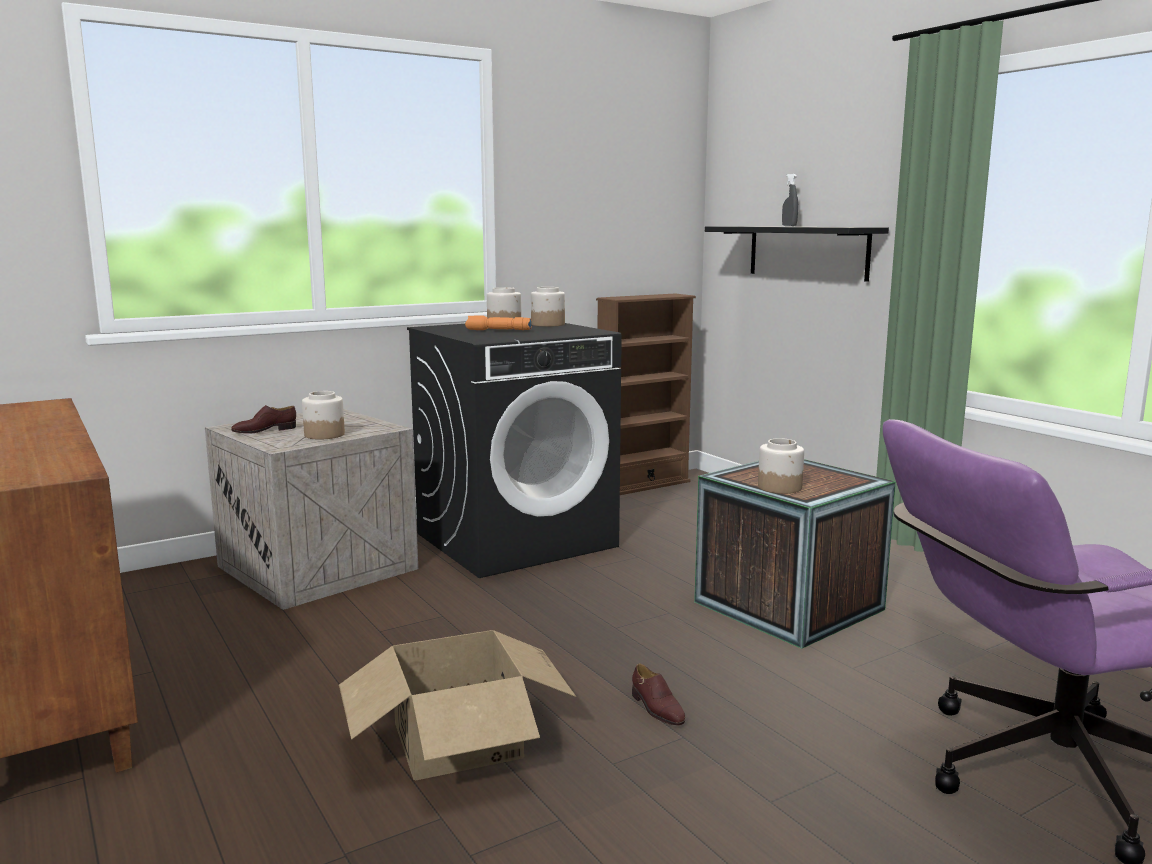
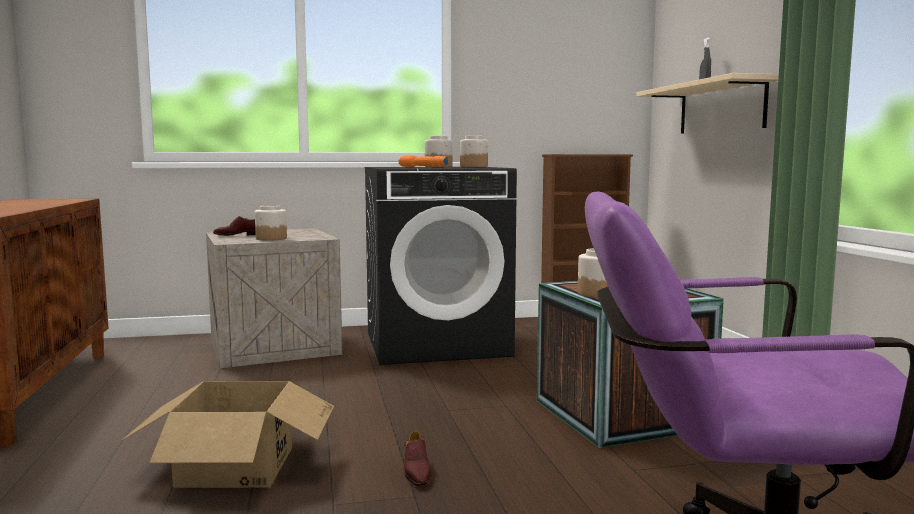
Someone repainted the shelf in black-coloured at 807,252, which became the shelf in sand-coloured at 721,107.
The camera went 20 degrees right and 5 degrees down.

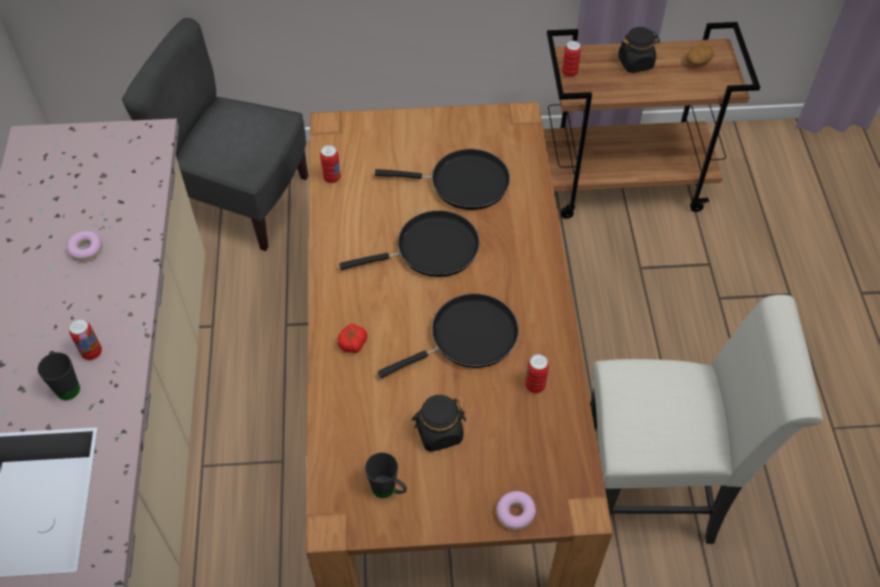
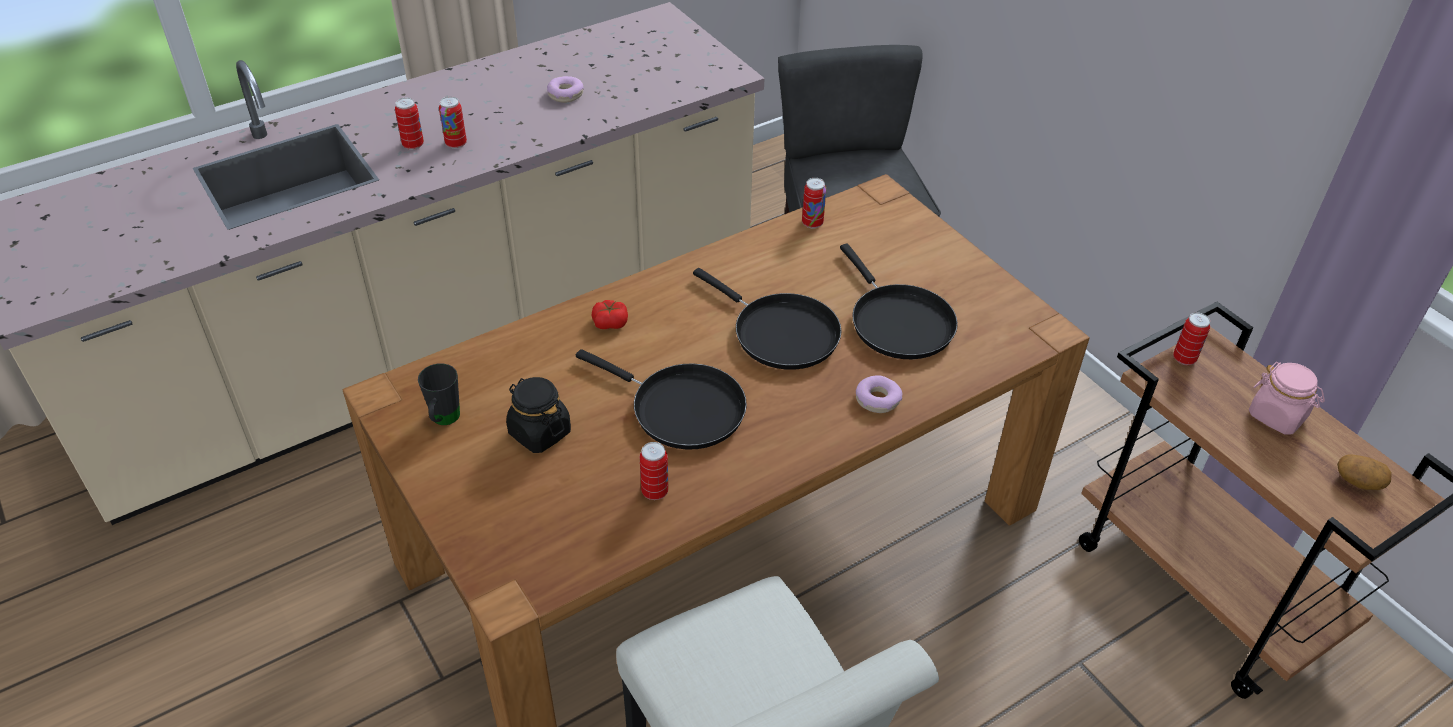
Someone repainted the preserve jar in black-coloured at 635,63, which became the preserve jar in pink-coloured at 1277,416.
Someone swapped the mug in black-coloured at 66,385 for the metal can at 413,145.
Someone carried the ring doughnut from 515,513 to 877,400.
The camera went 60 degrees right and 10 degrees down.

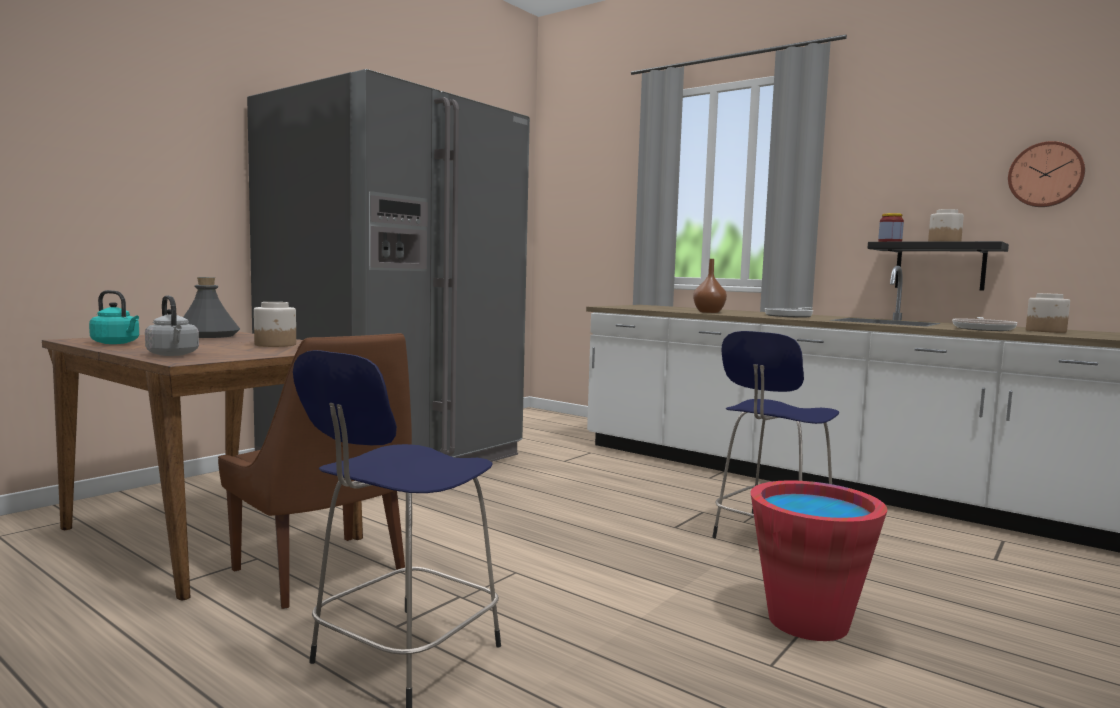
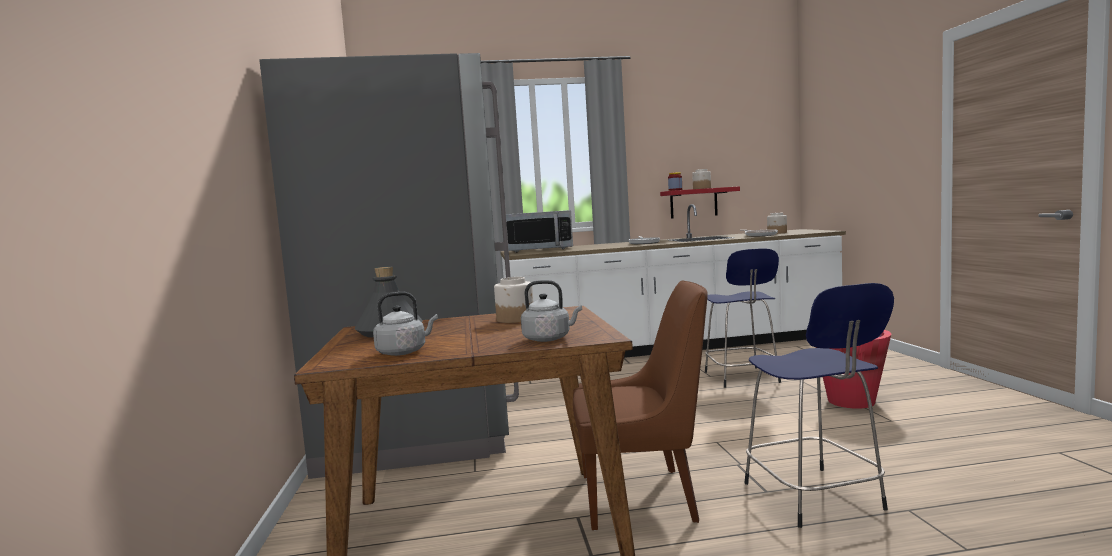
Someone took away the wall clock at 1045,175.
Someone repainted the shelf in black-coloured at 940,266, which became the shelf in red-coloured at 693,203.
Someone took away the decorative vase in brown at 709,312.
Someone repainted the kettle in turquoise at 117,343, which became the kettle in gray at 404,352.
Someone put down the microwave oven at 539,250.
The camera went 45 degrees left and 0 degrees up.

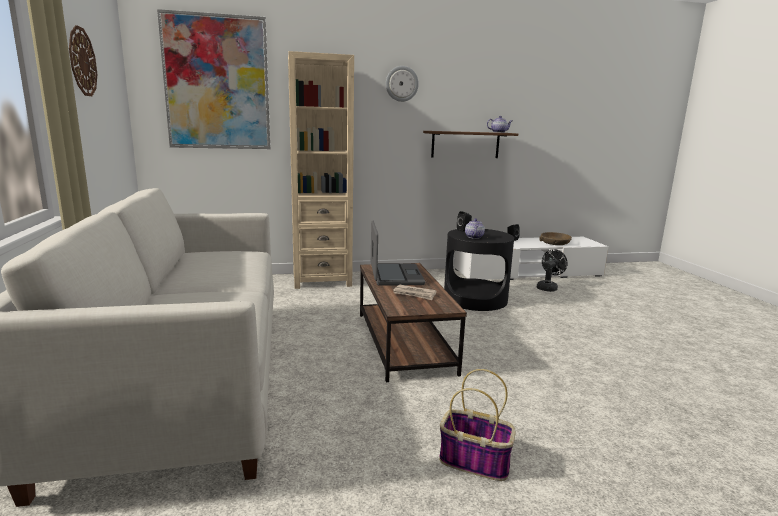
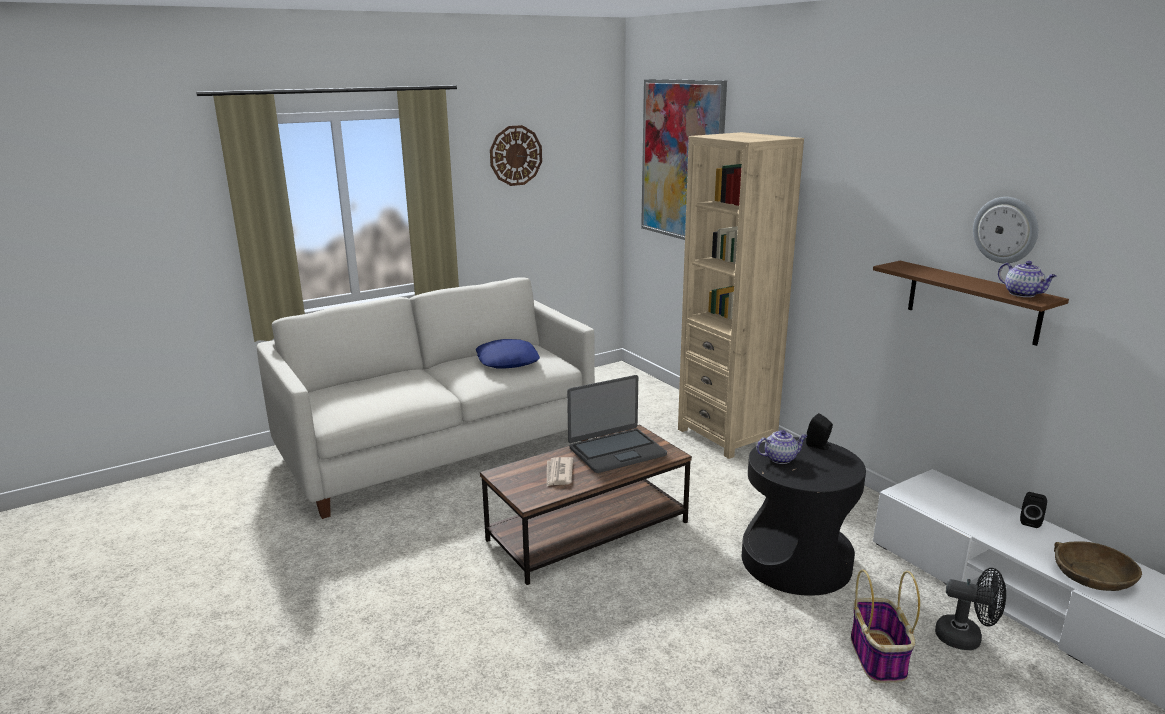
Someone carried the wall clock from 401,84 to 1006,230.
Someone carried the basket from 475,461 to 878,657.
Someone put down the throw pillow in blue at 508,361.
The camera went 70 degrees right and 5 degrees up.

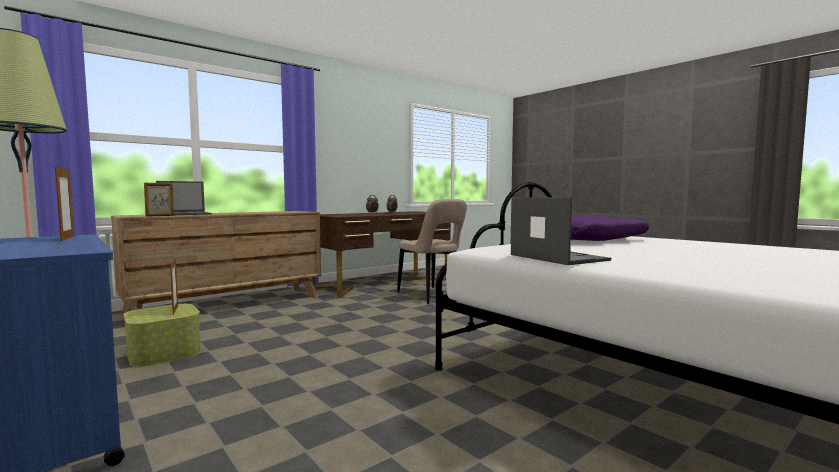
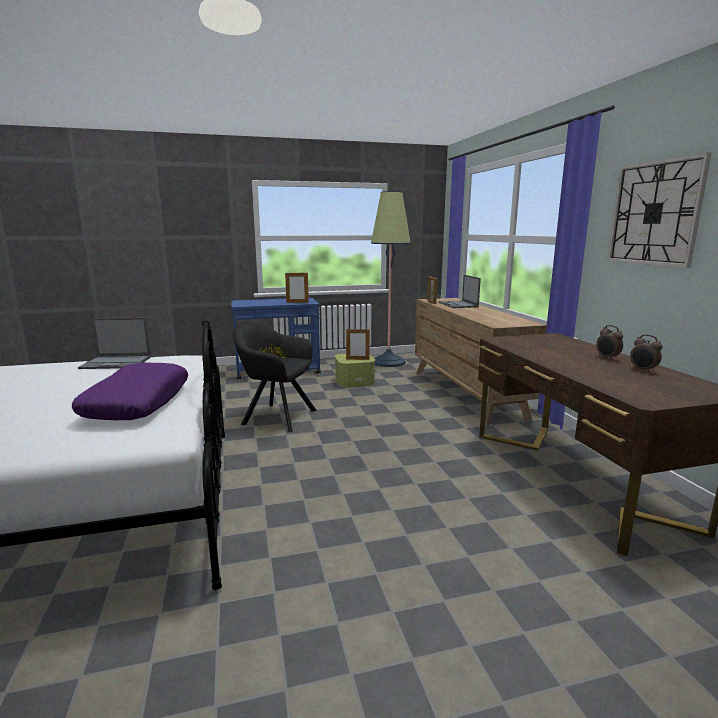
Someone took away the plain chair in sand-coloured at 432,296.
Someone put up the wall clock at 654,213.
Someone put down the easy chair in black-coloured at 275,416.
The camera went 115 degrees right and 10 degrees up.

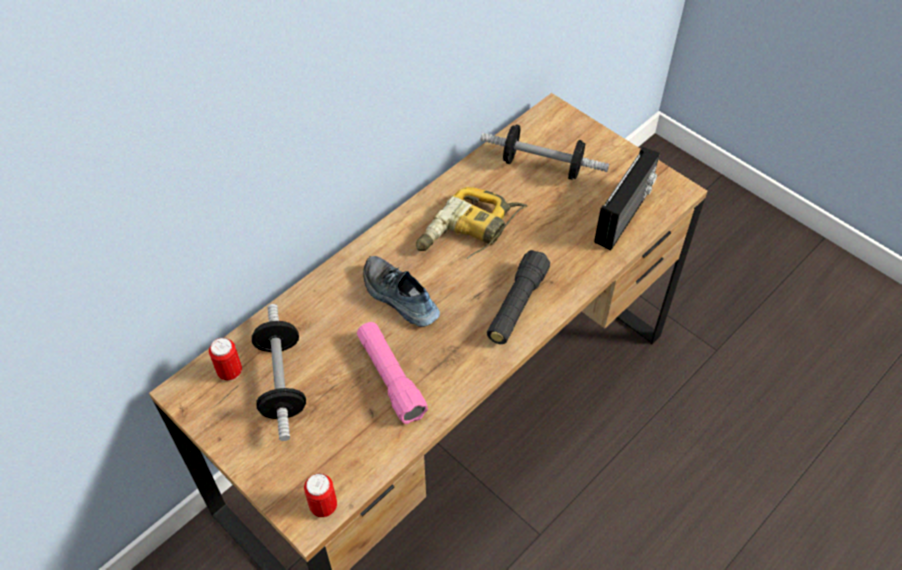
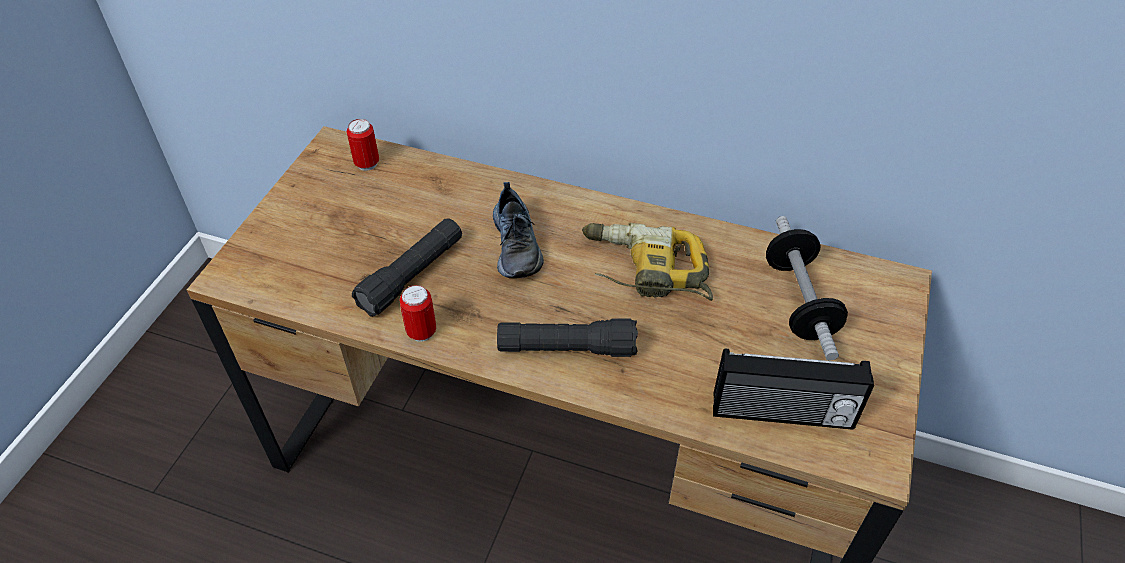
Someone rotated the low shoe at 399,298 by 150 degrees clockwise.
Someone took away the free weight at 281,381.
Someone repainted the torch in pink-coloured at 390,378, which became the torch in black-coloured at 412,276.
Someone carried the metal can from 323,506 to 421,332.
The camera went 65 degrees right and 5 degrees down.

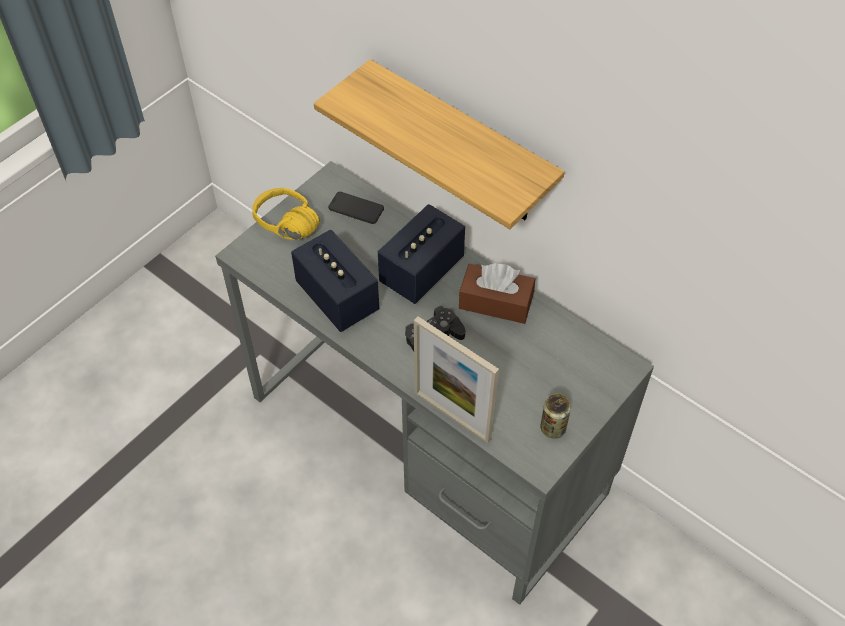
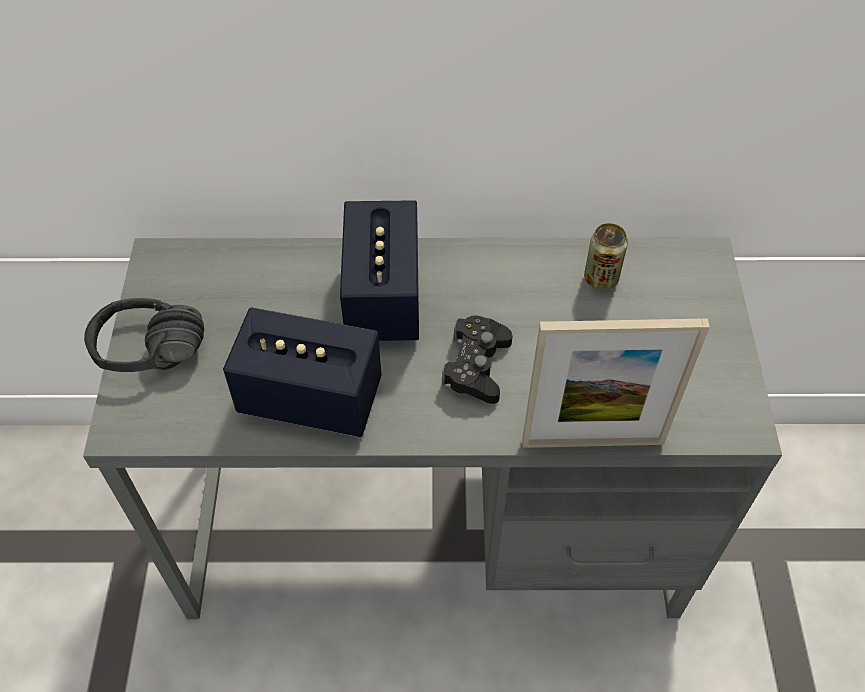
Someone took away the shelf at 461,146.
Someone repainted the headphones in yellow at 280,230, which became the headphones in black-coloured at 148,363.
Someone took away the handset at 356,208.
Someone took away the tissue holder in brown at 495,302.
Someone carried the metal can from 553,428 to 601,278.
The camera went 40 degrees left and 0 degrees up.

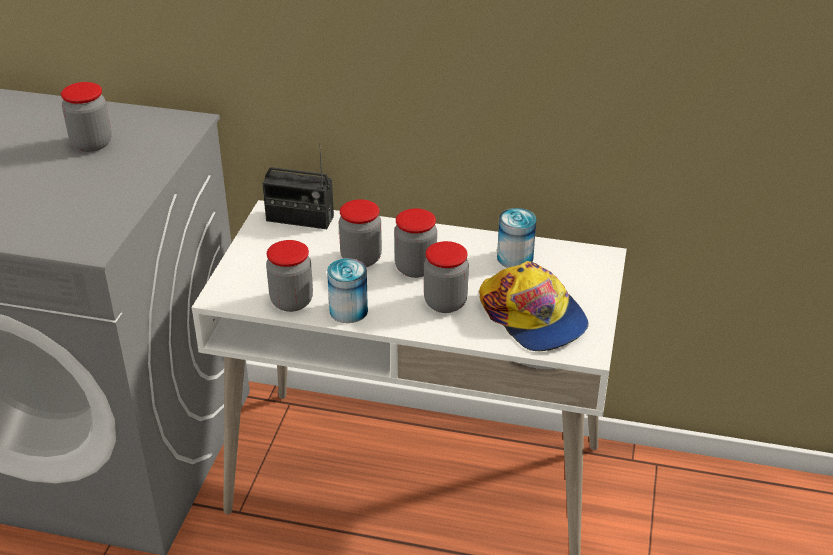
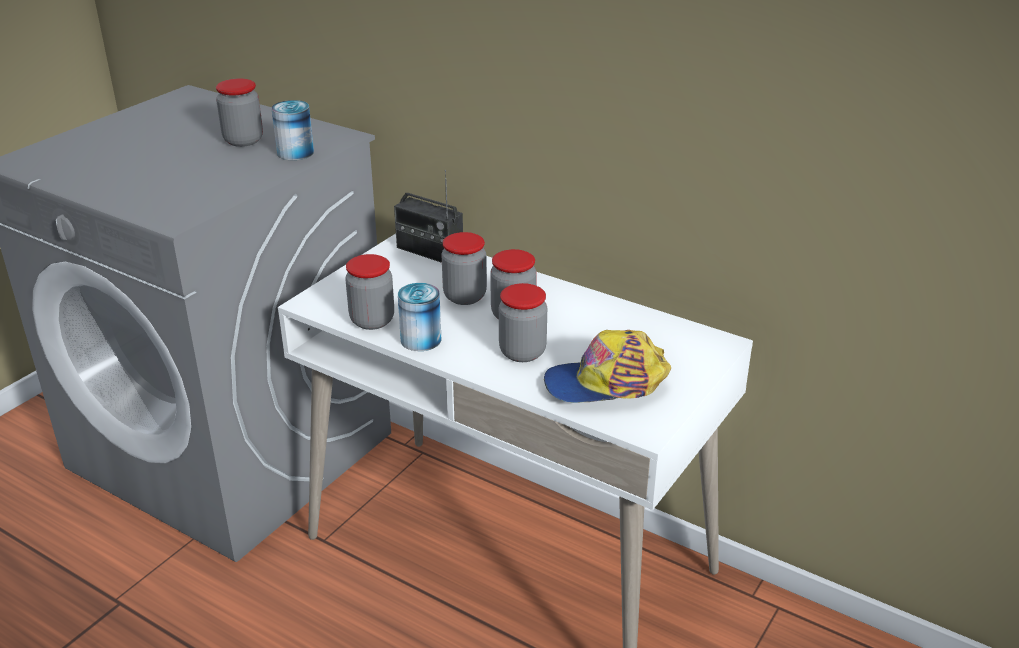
Someone carried the metal can from 515,258 to 295,152.
Someone rotated the peaked cap at 533,316 by 90 degrees clockwise.
The camera went 20 degrees right and 5 degrees down.

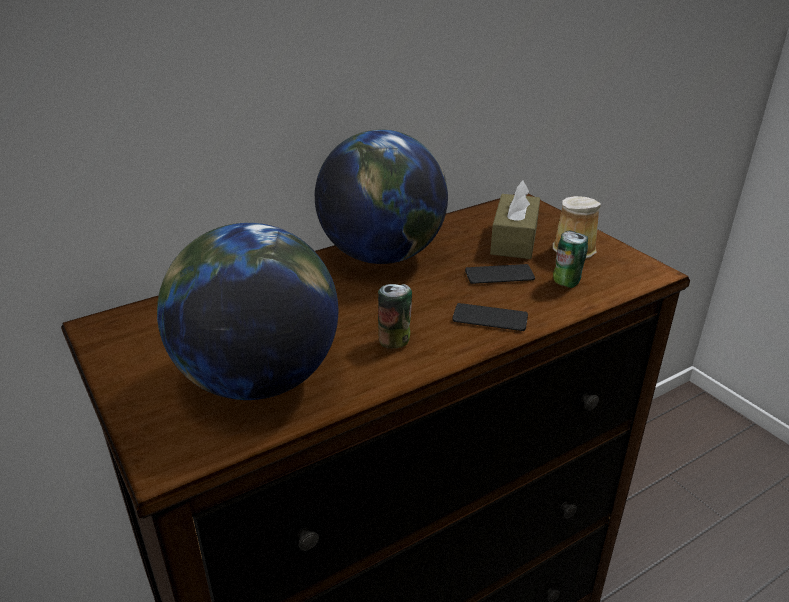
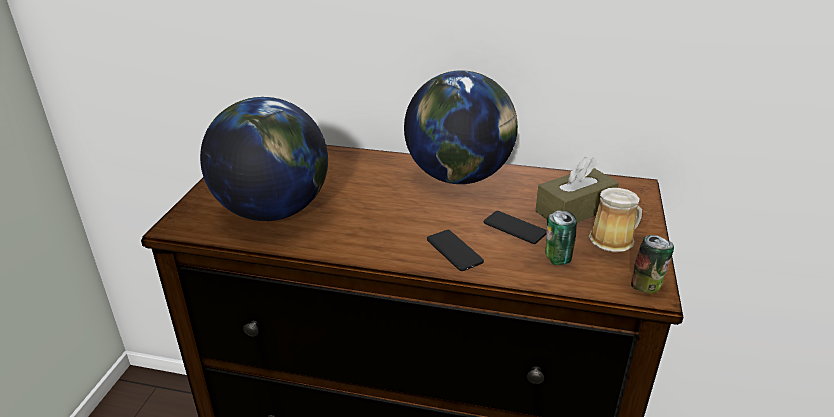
Someone carried the metal can from 394,340 to 646,286.
The camera went 45 degrees right and 0 degrees up.

